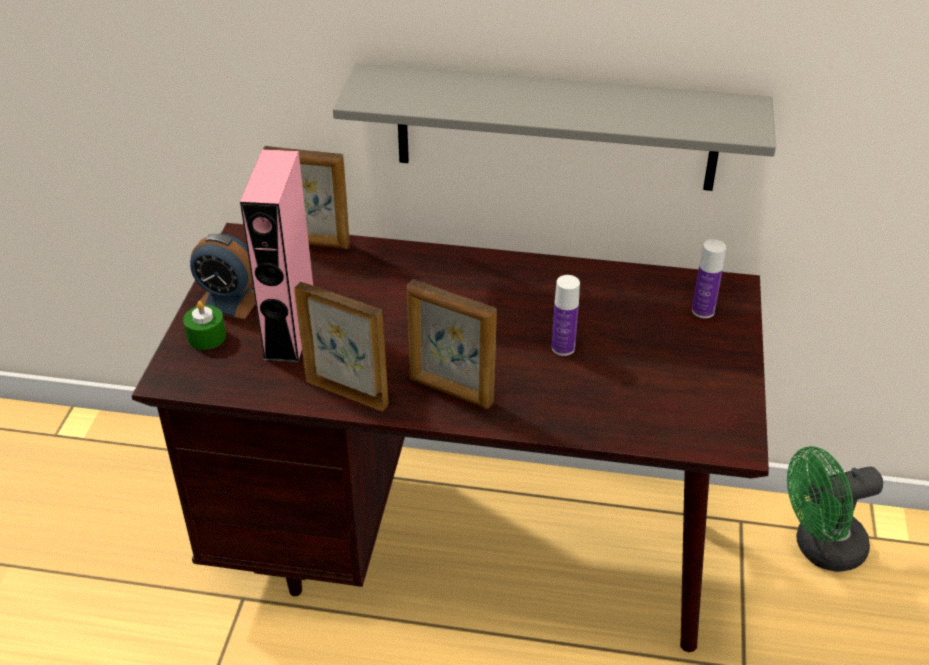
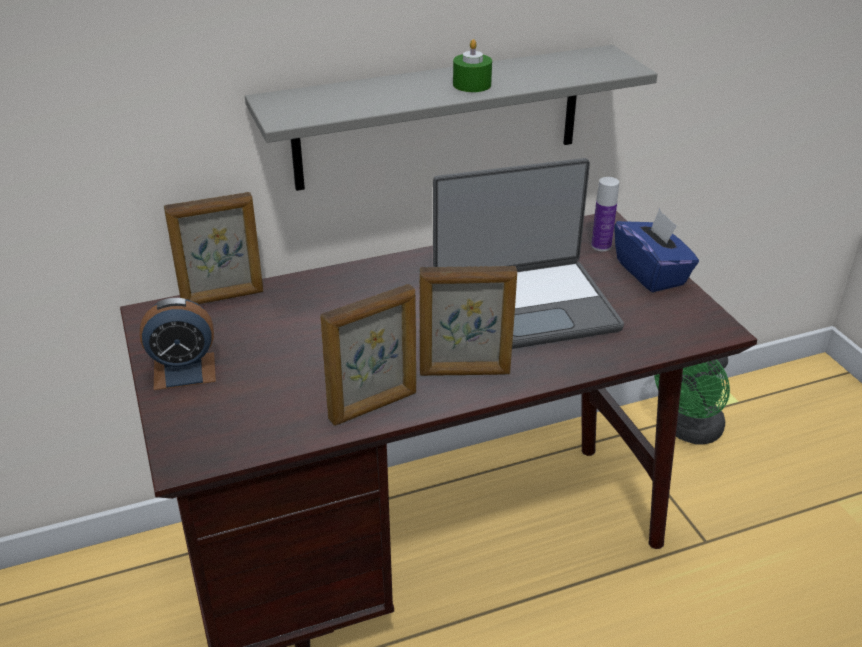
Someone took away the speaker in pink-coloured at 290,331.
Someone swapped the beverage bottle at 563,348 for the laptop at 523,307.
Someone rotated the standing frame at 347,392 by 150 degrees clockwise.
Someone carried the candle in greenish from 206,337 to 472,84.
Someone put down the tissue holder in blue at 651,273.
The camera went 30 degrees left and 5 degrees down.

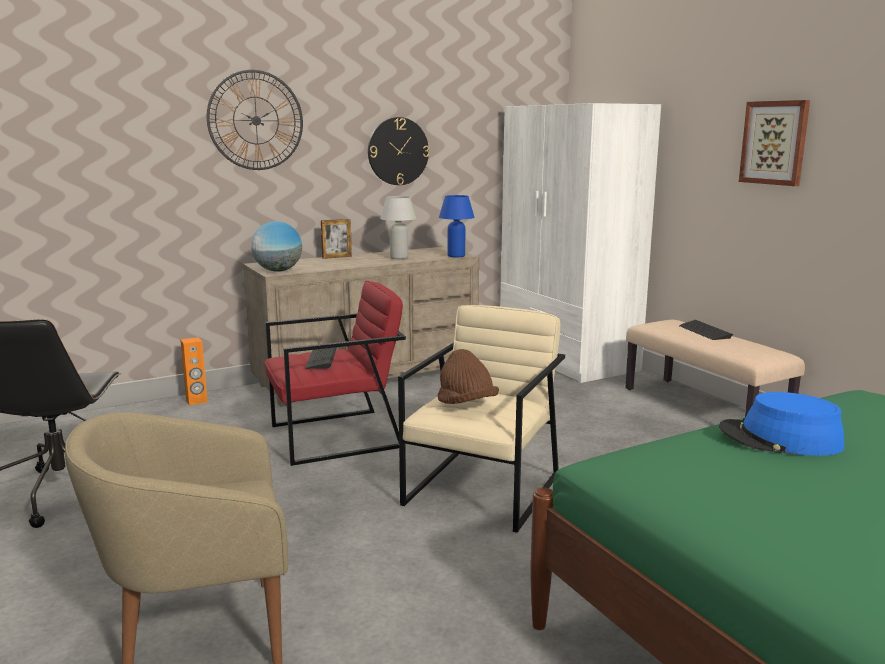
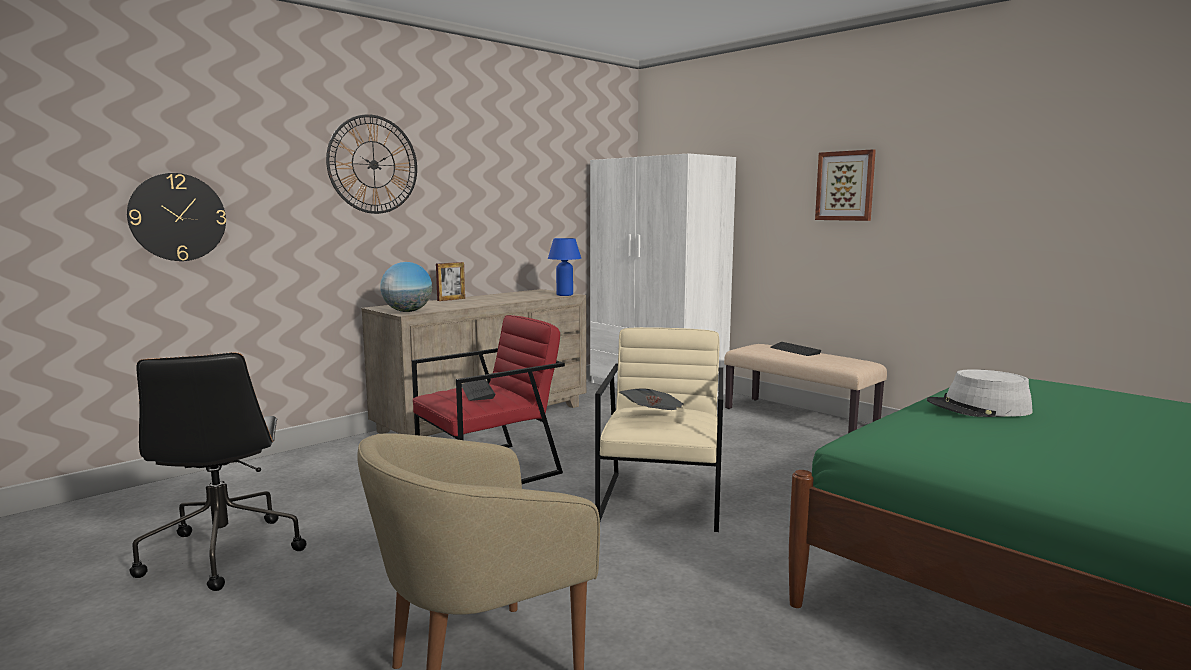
Someone carried the wall clock from 398,151 to 177,217.
Someone took away the table lamp in white-coloured at 398,257.
Someone took away the speaker in orange at 196,401.
Someone swapped the clothing hat in brown at 466,404 for the newspaper at 653,417.
Someone repainted the clothing hat in blue at 780,439, which became the clothing hat in gray at 978,408.
The camera went 15 degrees left and 5 degrees down.

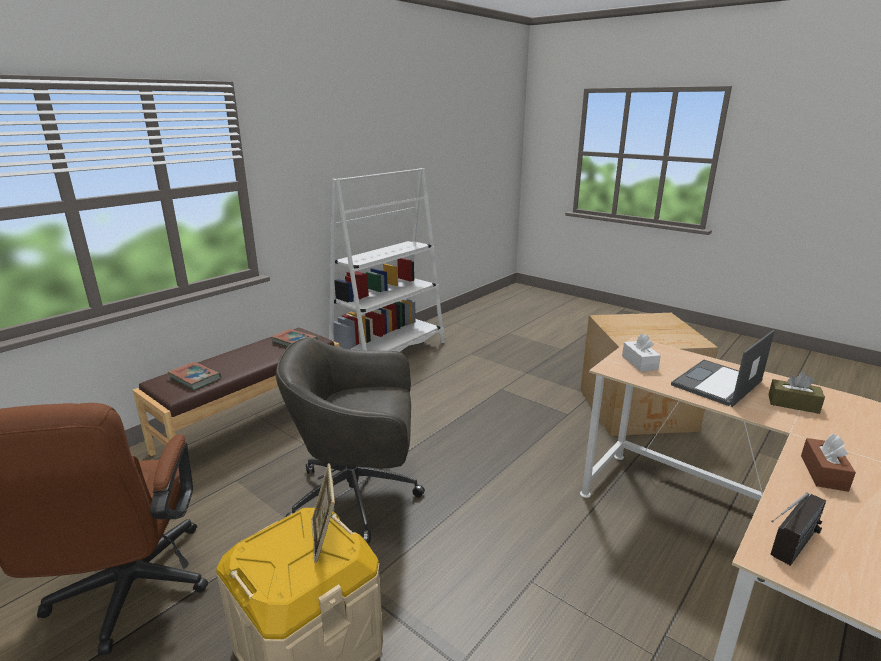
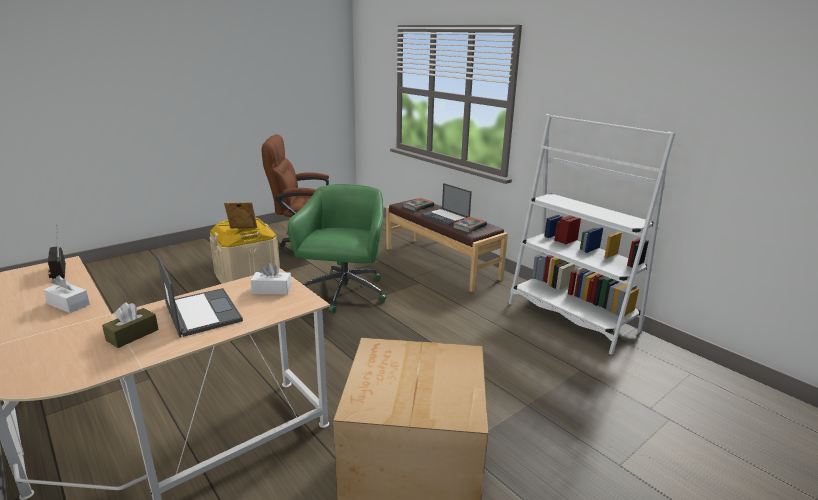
Someone repainted the computer chair in gray at 359,495, which became the computer chair in greenish at 344,293.
Someone repainted the tissue holder in brown at 823,473, which became the tissue holder in white-coloured at 68,304.
Someone put down the laptop at 446,217.
The camera went 100 degrees right and 0 degrees up.

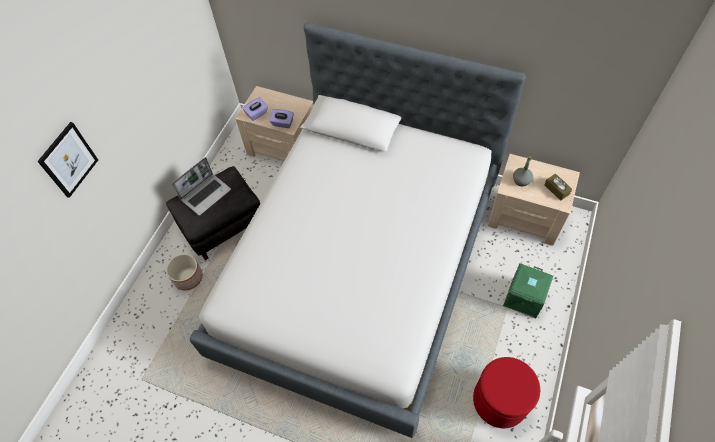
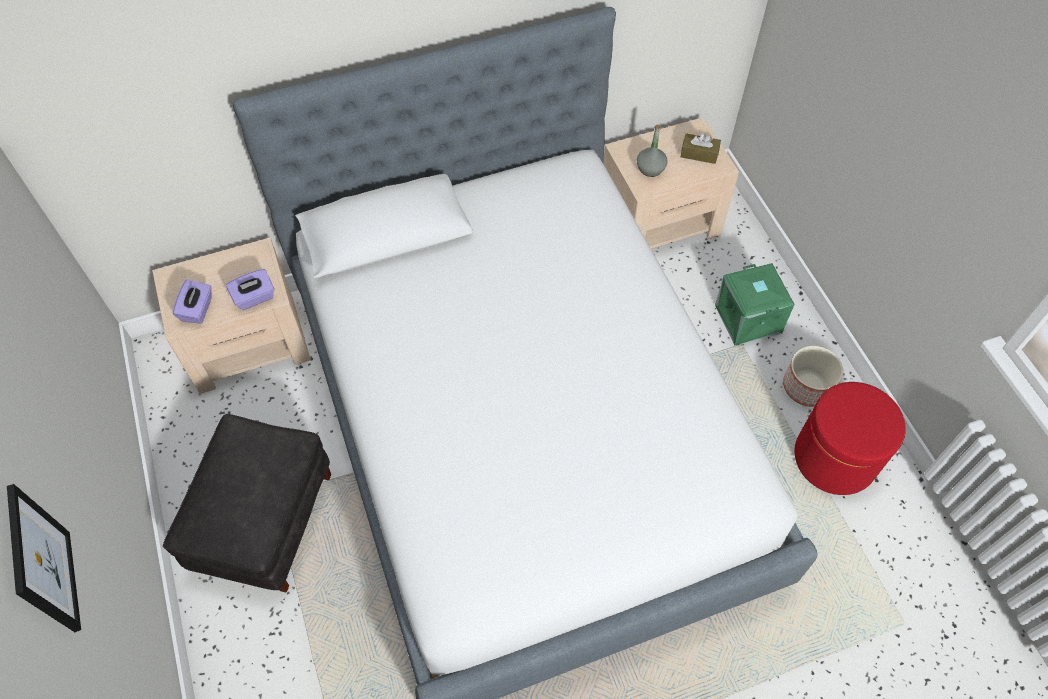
Someone took away the laptop at 206,194.
Someone carried the plant pot from 188,278 to 807,387.
The camera went 45 degrees left and 0 degrees up.

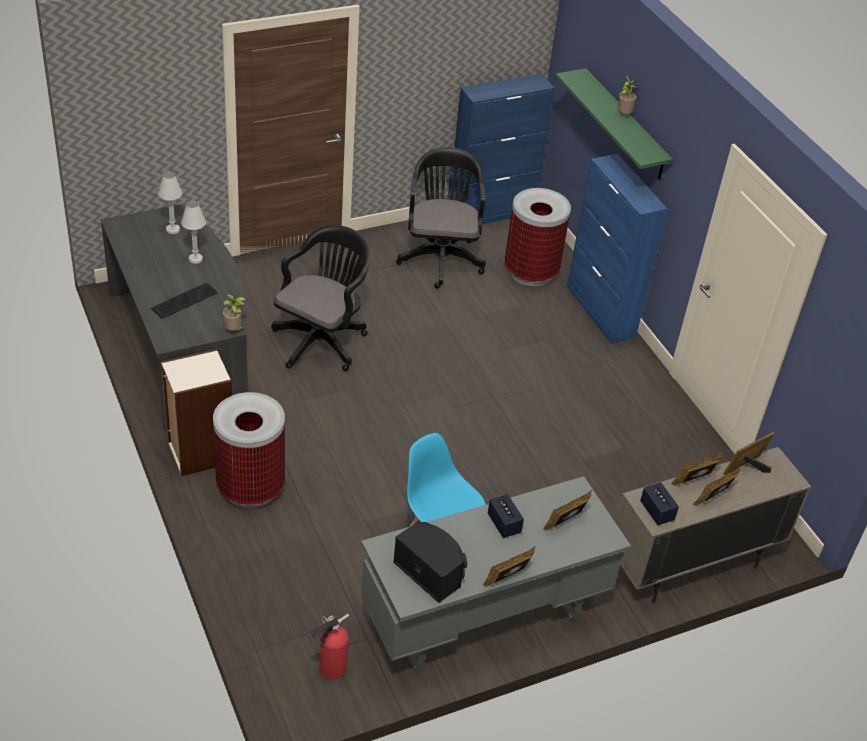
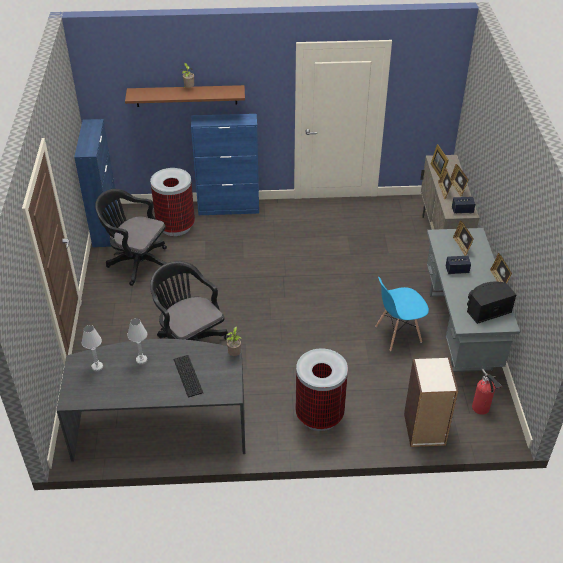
Someone repainted the shelf in greenish at 625,125, which became the shelf in brown at 186,96.
Someone carried the shelving unit from 200,453 to 424,430.
The camera went 65 degrees left and 0 degrees up.

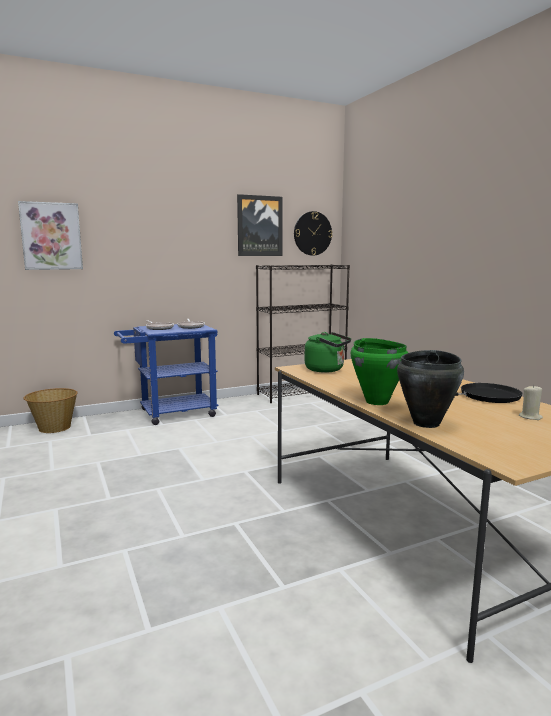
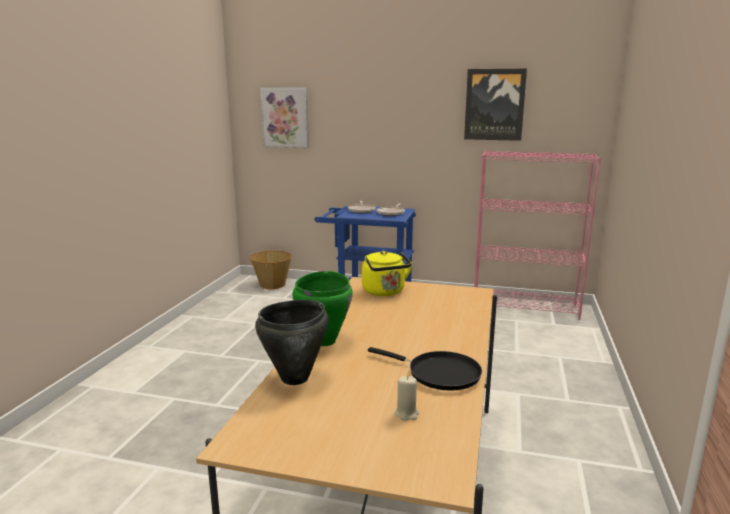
Someone took away the wall clock at 312,233.
Someone repainted the shelving unit in black-coloured at 302,393, which became the shelving unit in pink-coloured at 525,307.
Someone repainted the kettle in greenish at 327,370, which became the kettle in yellow at 385,292.
The camera went 40 degrees right and 5 degrees up.

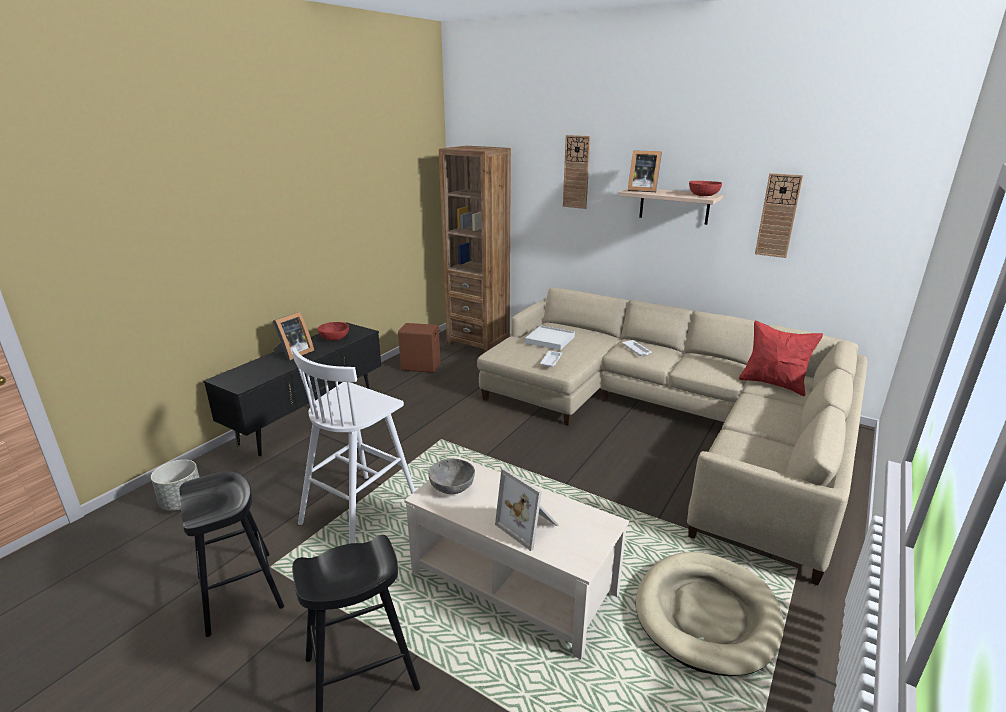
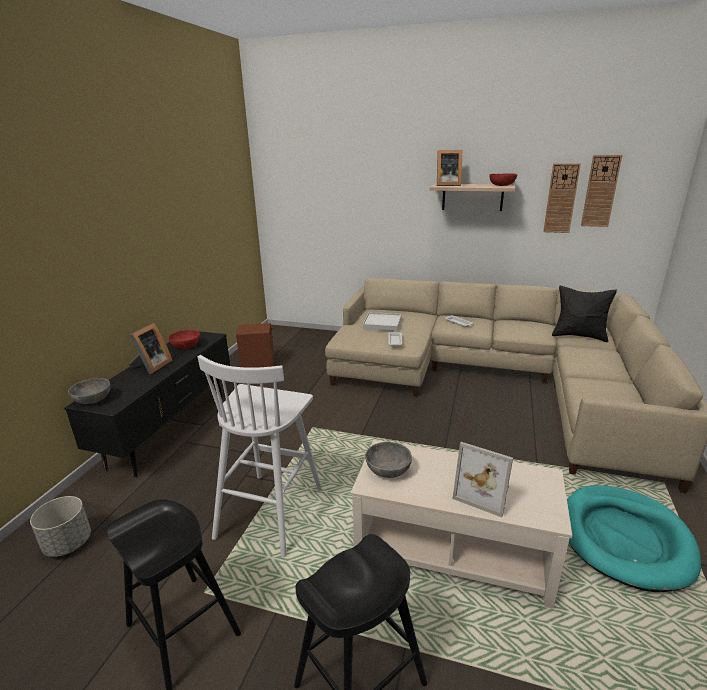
Someone carried the wall clock from 576,172 to 600,191.
Someone took away the shelving unit in brown at 478,342.
Someone repainted the throw pillow in red-coloured at 773,384, which became the throw pillow in black-coloured at 579,336.
Someone repainted the dog bed in sand-coloured at 707,615, which became the dog bed in turquoise at 624,538.
Someone put down the serving bowl in gray at 92,400.
The camera went 15 degrees left and 0 degrees up.

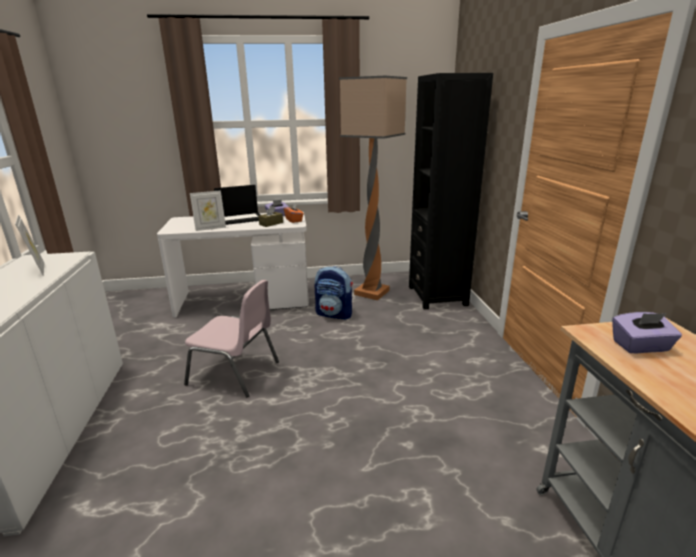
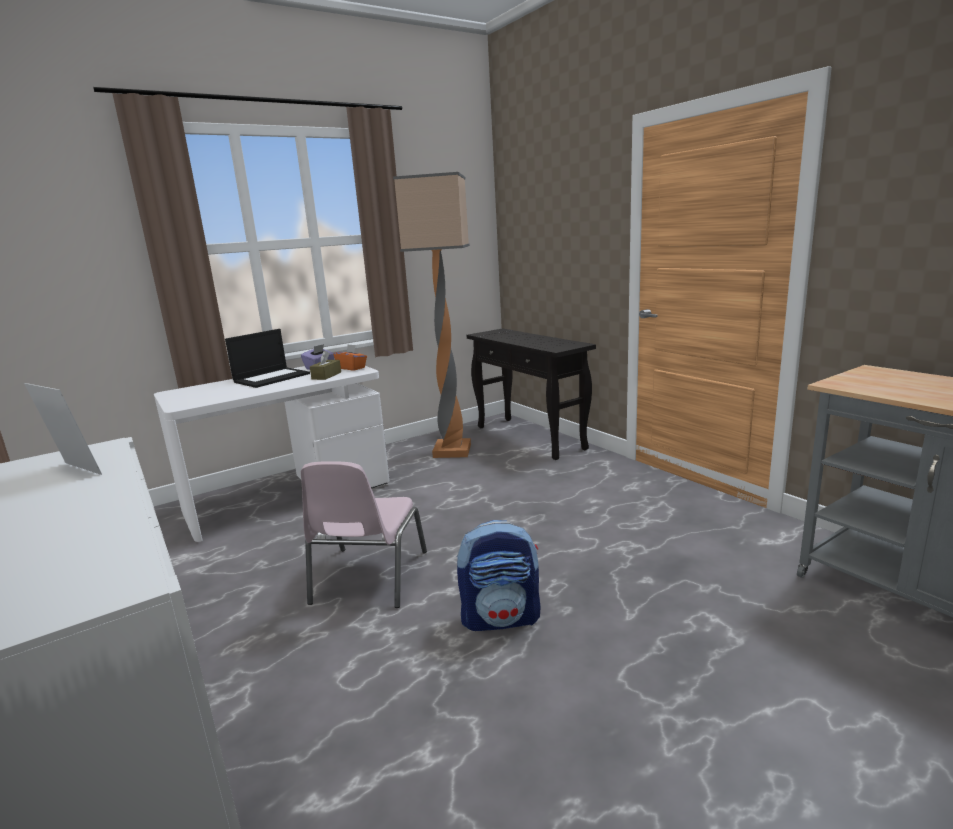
Someone swapped the shelving unit in black-coloured at 437,296 for the narrow table in black-coloured at 530,438.
Someone took away the standing frame at 210,228.
Someone carried the backpack from 334,314 to 501,618.
Someone rotated the plain chair in pink-coloured at 235,373 by 105 degrees clockwise.
Someone took away the tissue holder in purplish at 641,346.
The camera went 25 degrees left and 5 degrees down.

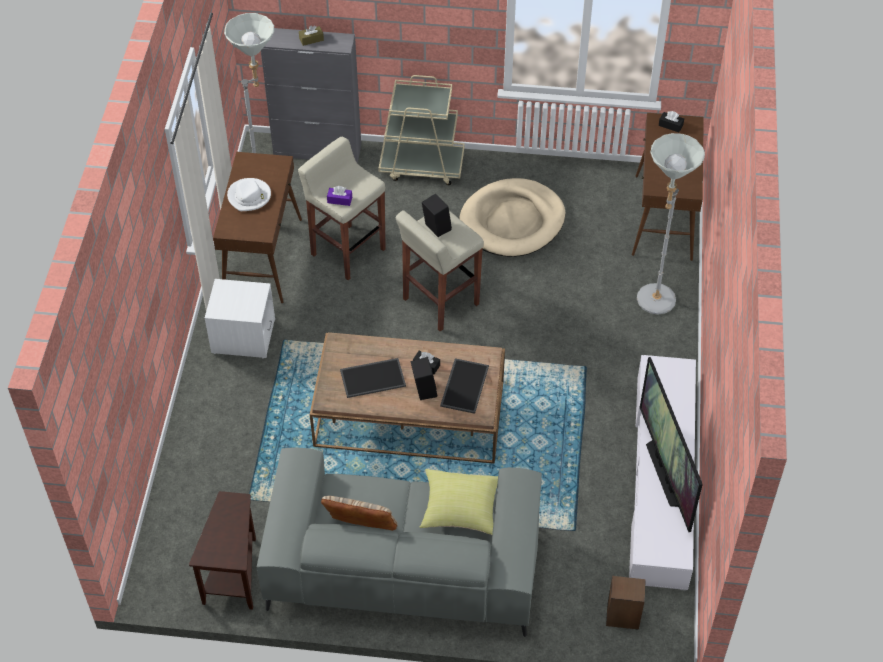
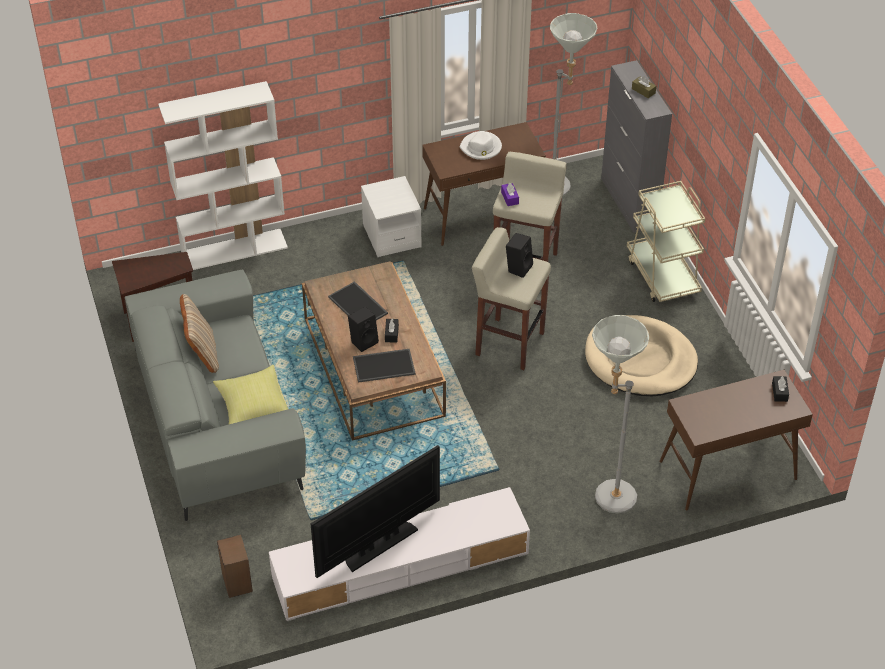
Someone put down the shelving unit in white-coloured at 234,249.
The camera went 65 degrees right and 5 degrees down.

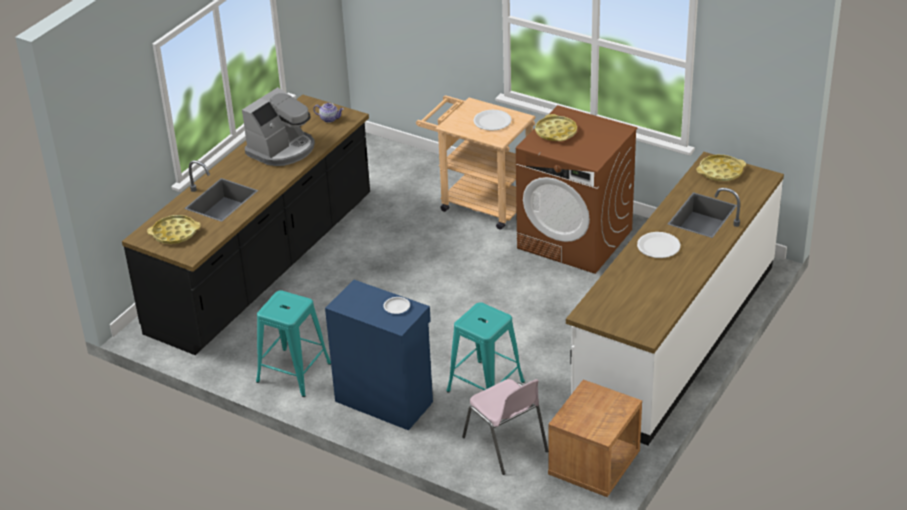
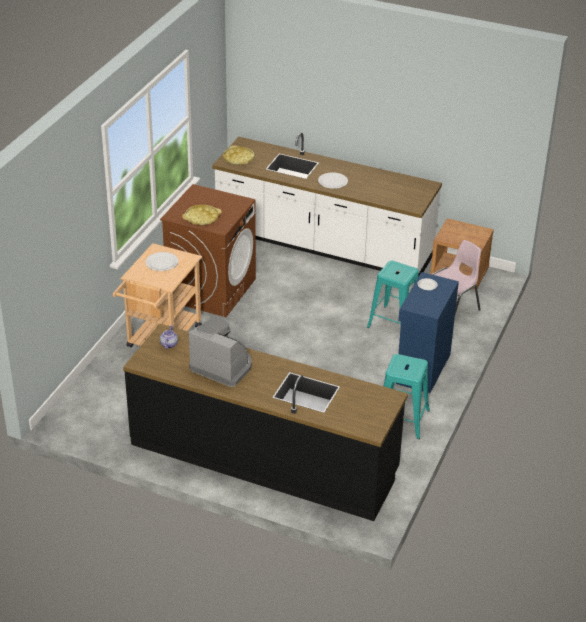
Someone took away the carrying tray in yellow at 175,233.
The camera went 100 degrees left and 0 degrees up.

